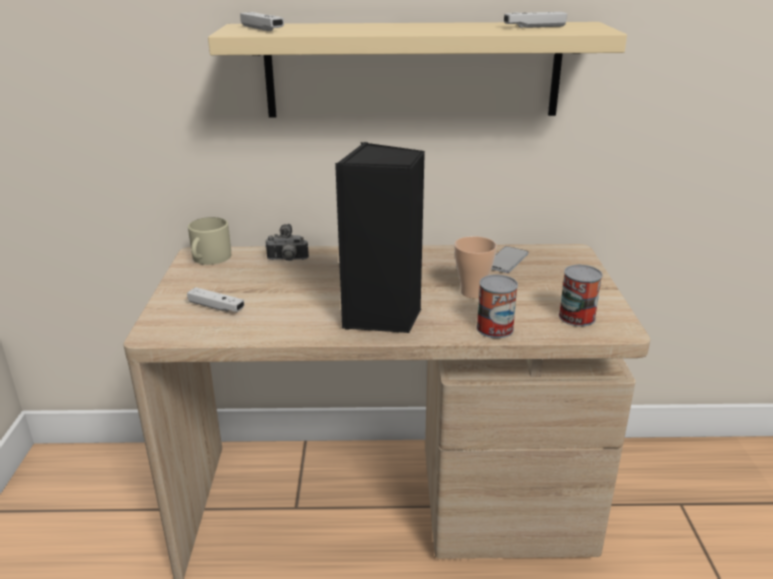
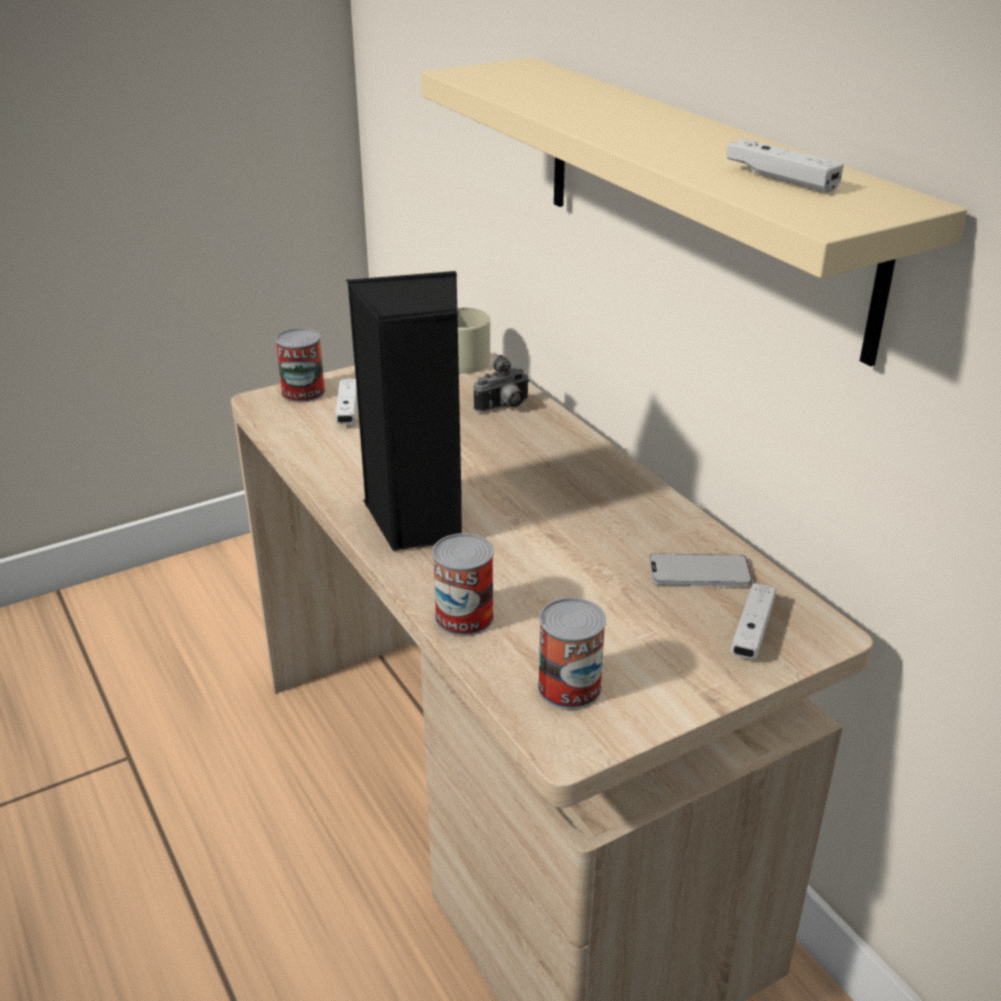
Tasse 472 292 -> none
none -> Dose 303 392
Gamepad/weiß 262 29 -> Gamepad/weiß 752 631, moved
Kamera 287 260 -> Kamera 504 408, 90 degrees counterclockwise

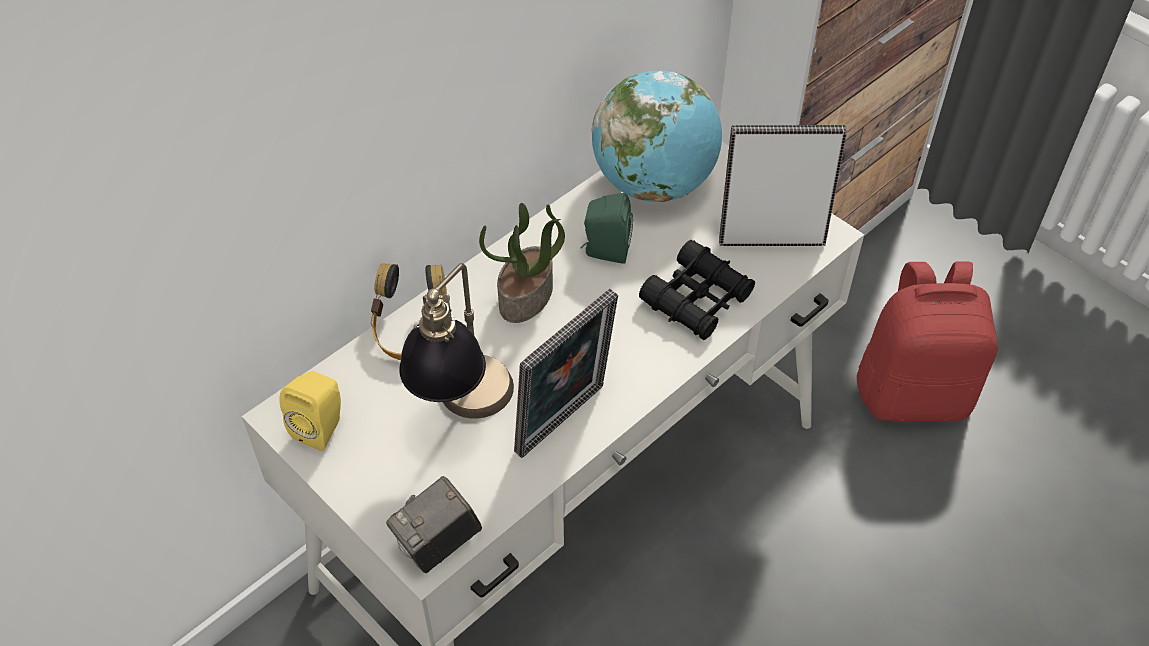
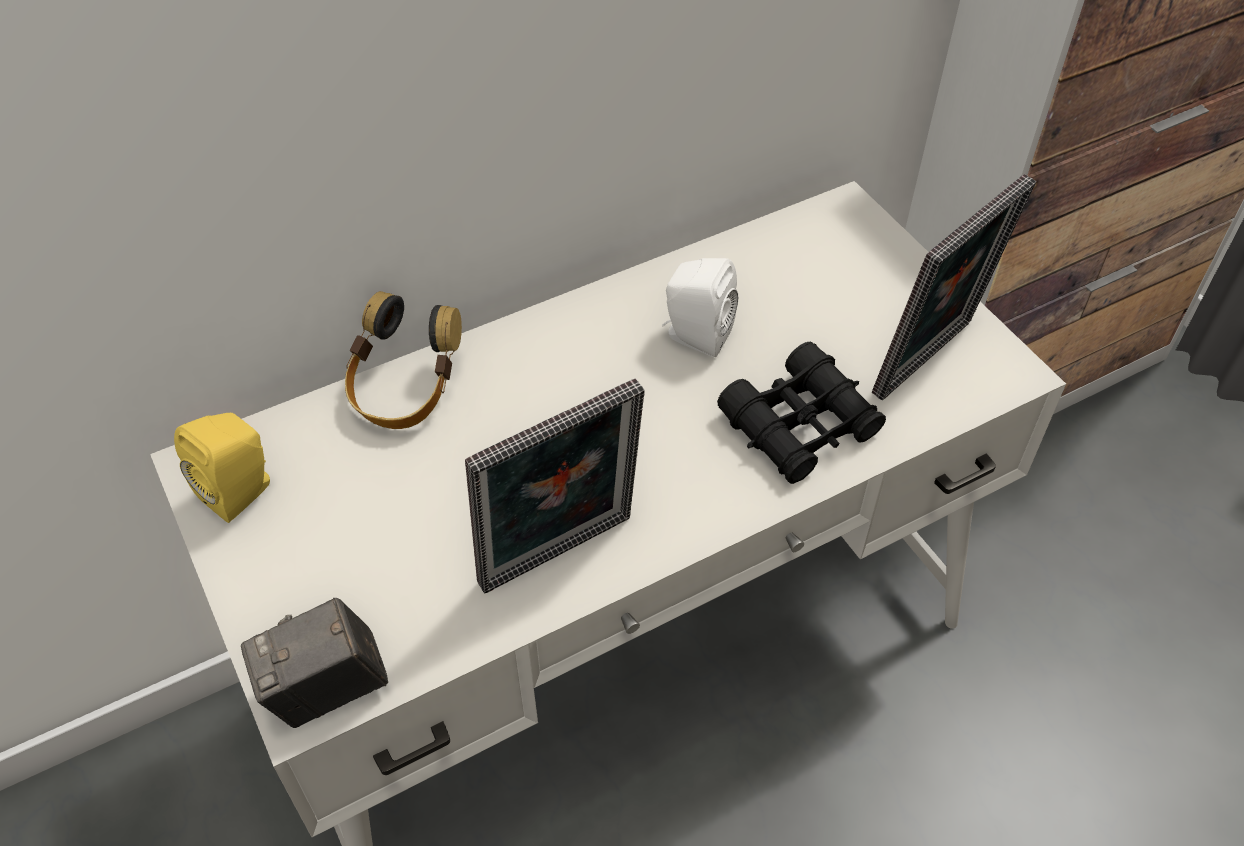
Tischlampe 464 414 -> none
Topfpflanze 526 297 -> none
Globus 654 184 -> none
Rucksack/rot 913 393 -> none
Lautsprecher/grün 605 251 -> Lautsprecher/weiß 695 336
Bilderrahmen 771 237 -> Bilderrahmen 929 362, 120 degrees clockwise

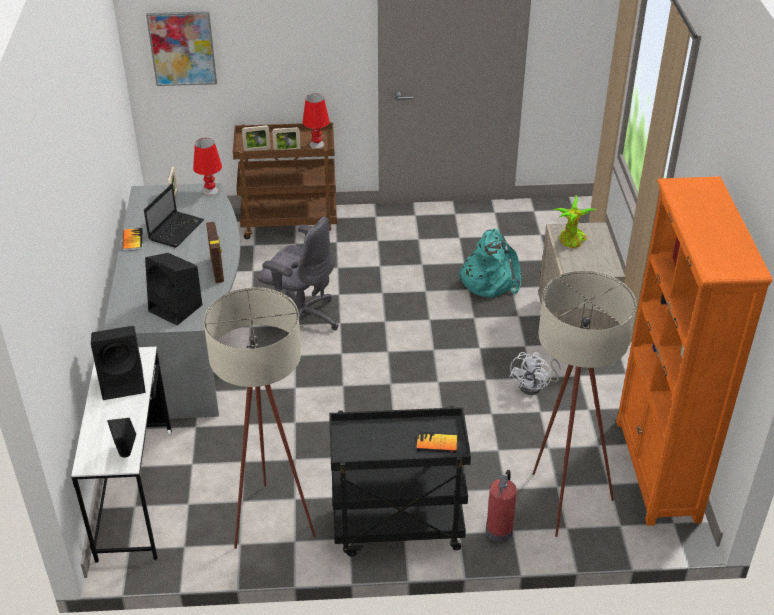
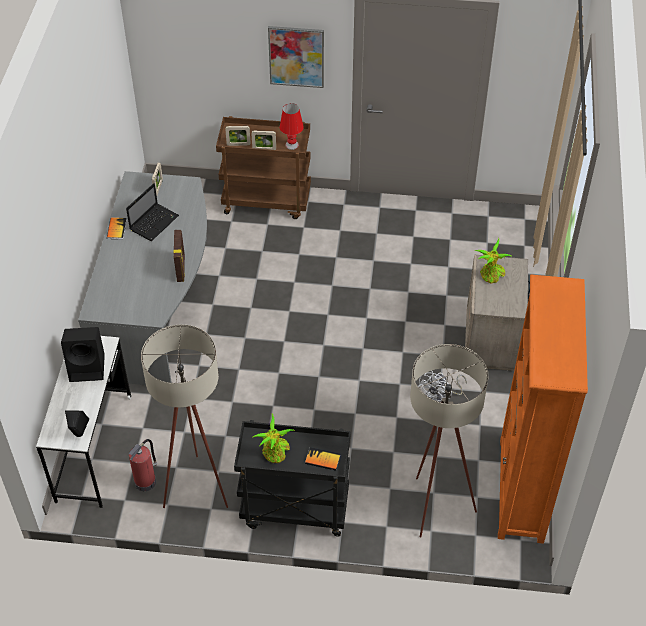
Lautsprecher/schwarz 177 308 -> none
Tischlampe/rot 210 191 -> none
Bürostuhl/grau 301 318 -> none
Rucksack/türkis 489 279 -> none
none -> Topfpflanze 275 453
Bild 182 48 -> Bild 296 56, moved
Feuerlöscher 499 530 -> Feuerlöscher 146 481, moved

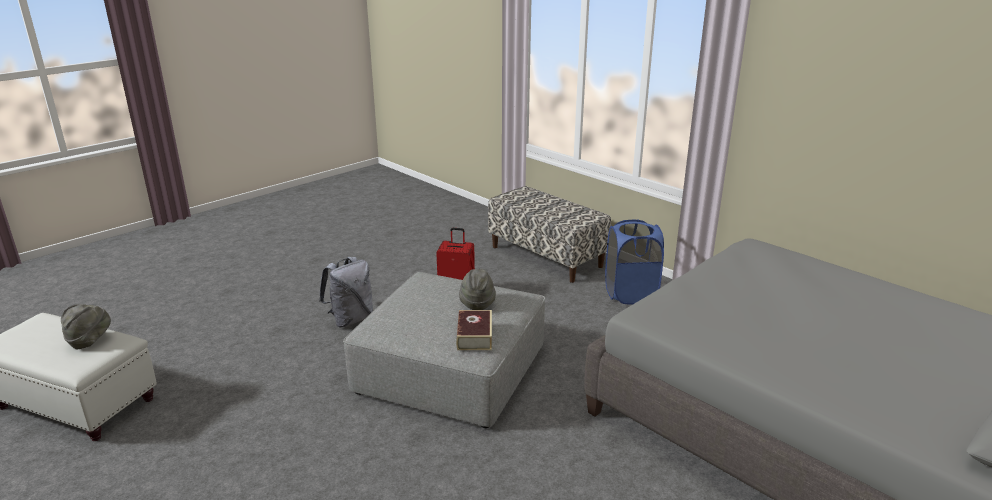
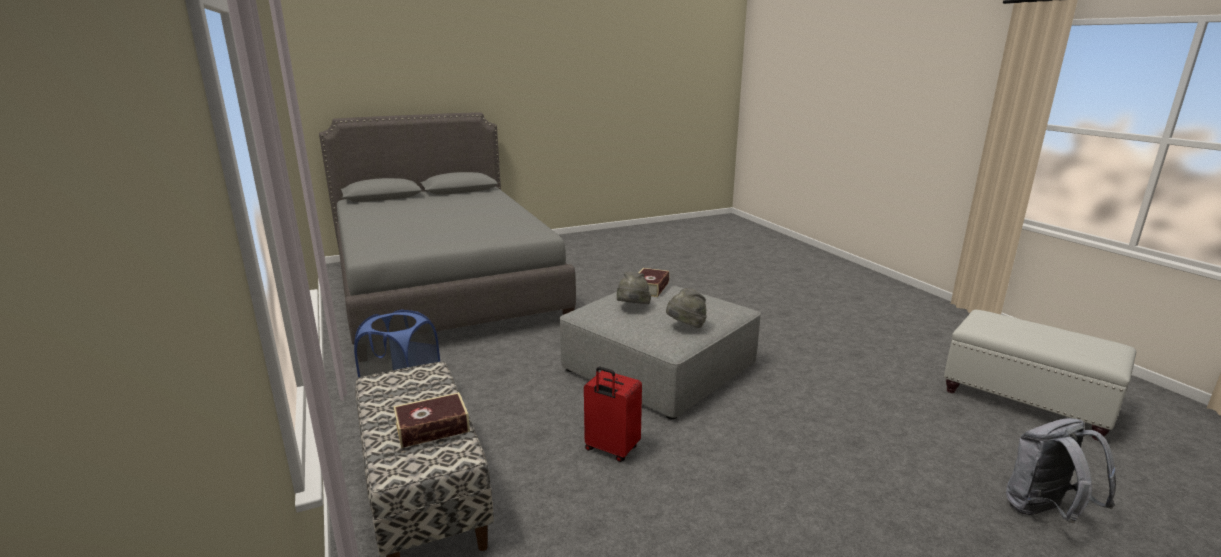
none -> Buch 432 428
Hut/grau 90 341 -> Hut/grau 686 327, moved
Rucksack/grau 351 319 -> Rucksack/grau 1044 512, moved

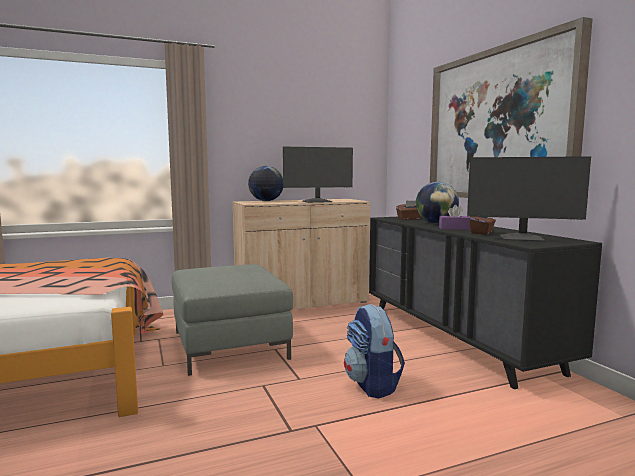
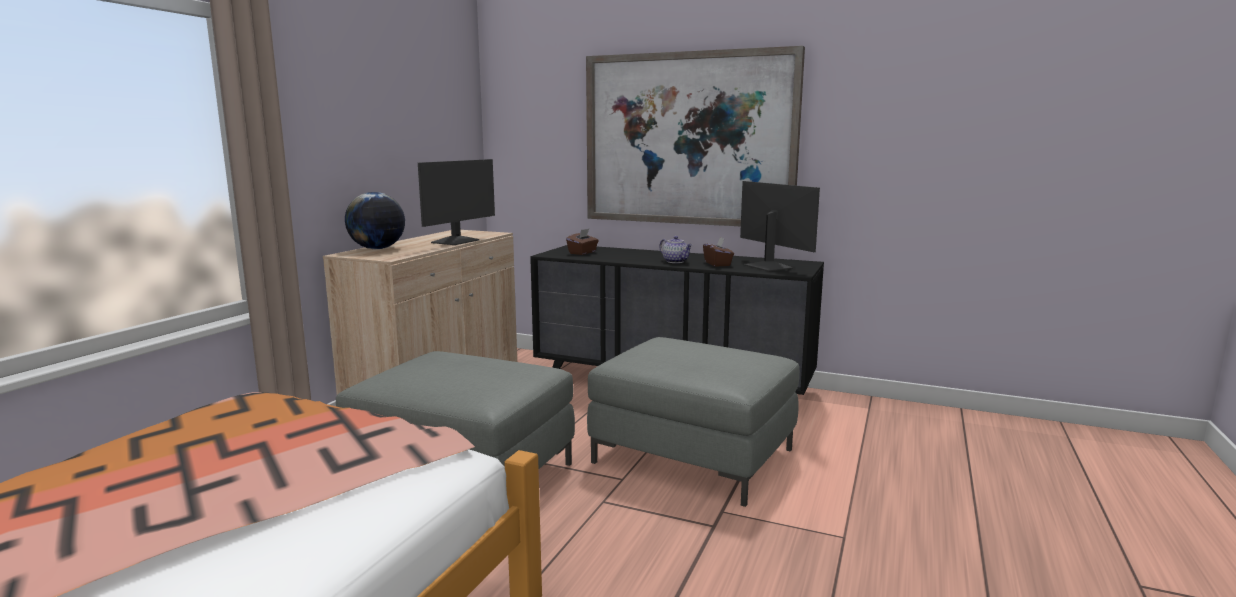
Globus 436 223 -> none
Rucksack 372 385 -> Polsterhocker/grau 693 456
Taschentuchbox/lila 454 228 -> Teekanne 676 261
Monitor 522 238 -> Monitor 768 266, 90 degrees counterclockwise

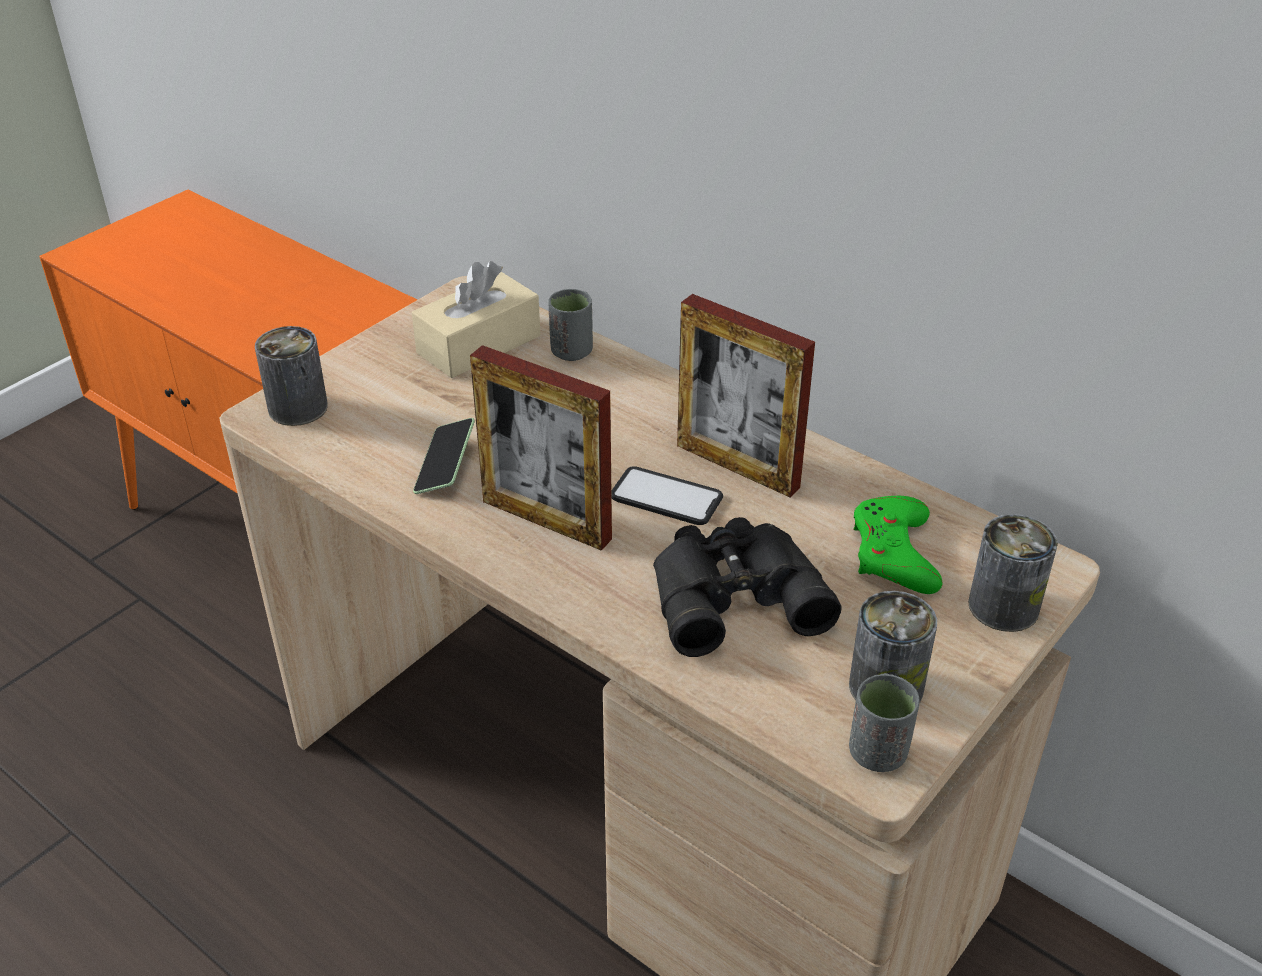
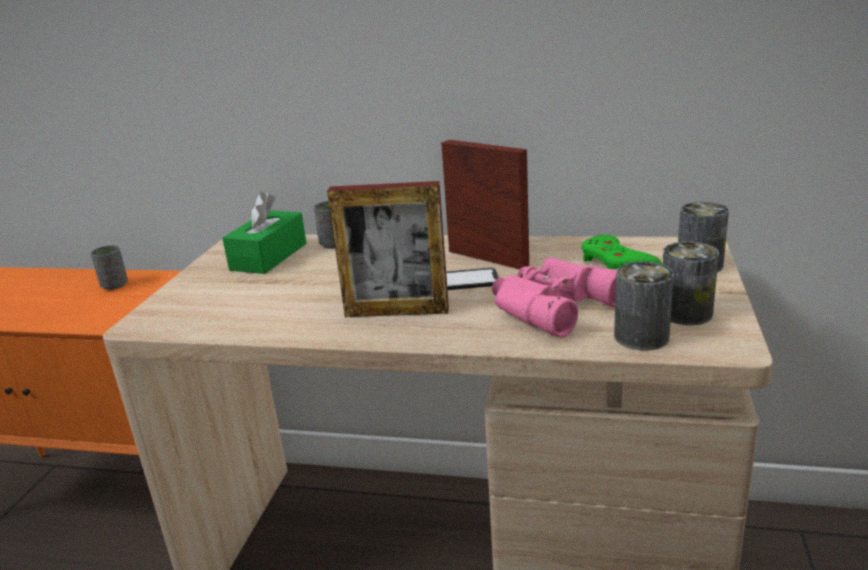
Handy 445 467 -> none
Dose 298 408 -> Dose 641 337, moved
Tasse/grau 878 753 -> Tasse/grau 114 285, moved
Taschentuchbox/beige 479 344 -> Taschentuchbox/grün 269 256
Fernglas/schwarz 732 593 -> Fernglas/rosa 549 305
Bilderrahmen 737 466 -> Bilderrahmen 487 258, 150 degrees counterclockwise

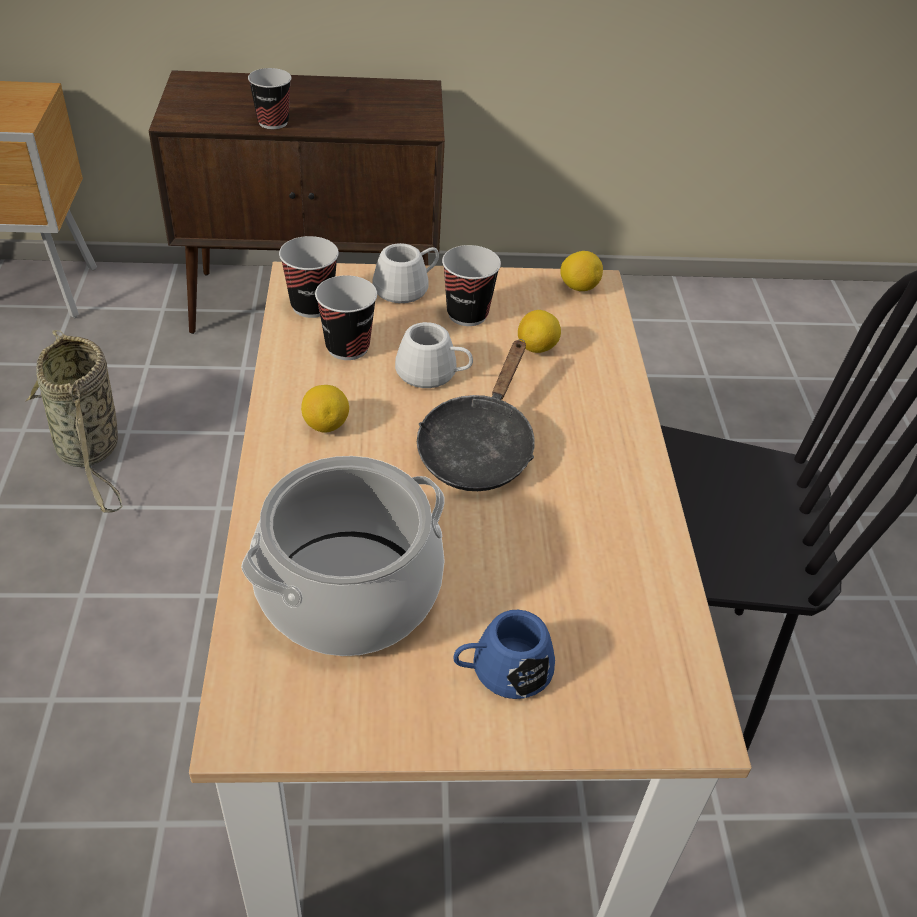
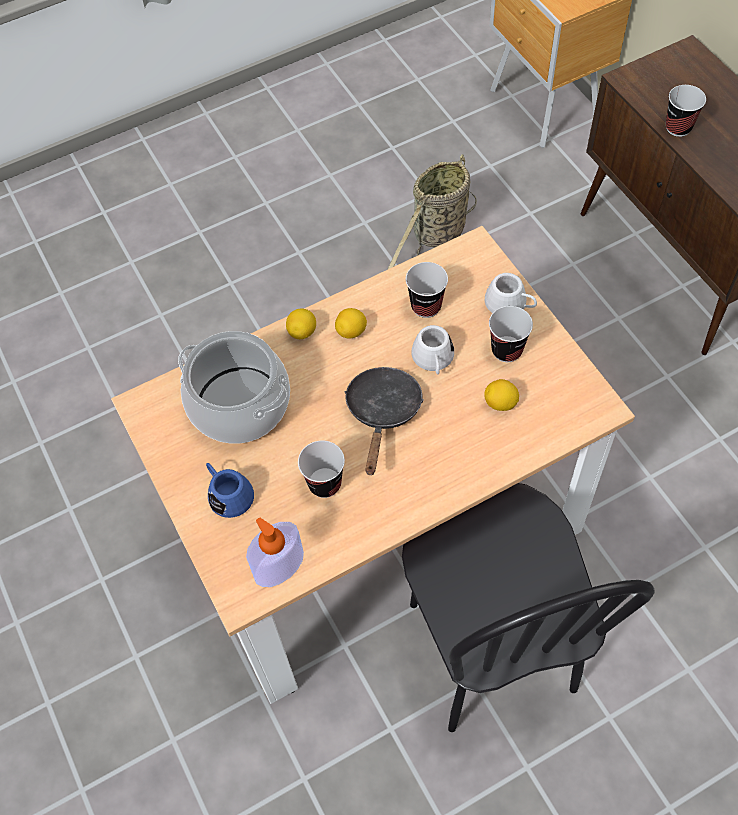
none -> Seifenspender 279 565
Tasse 312 306 -> Tasse 325 484, moved
Zitrone 578 287 -> Zitrone 302 332, moved
Pfanne/schwarz 478 447 -> Pfanne/schwarz 383 413, 105 degrees clockwise

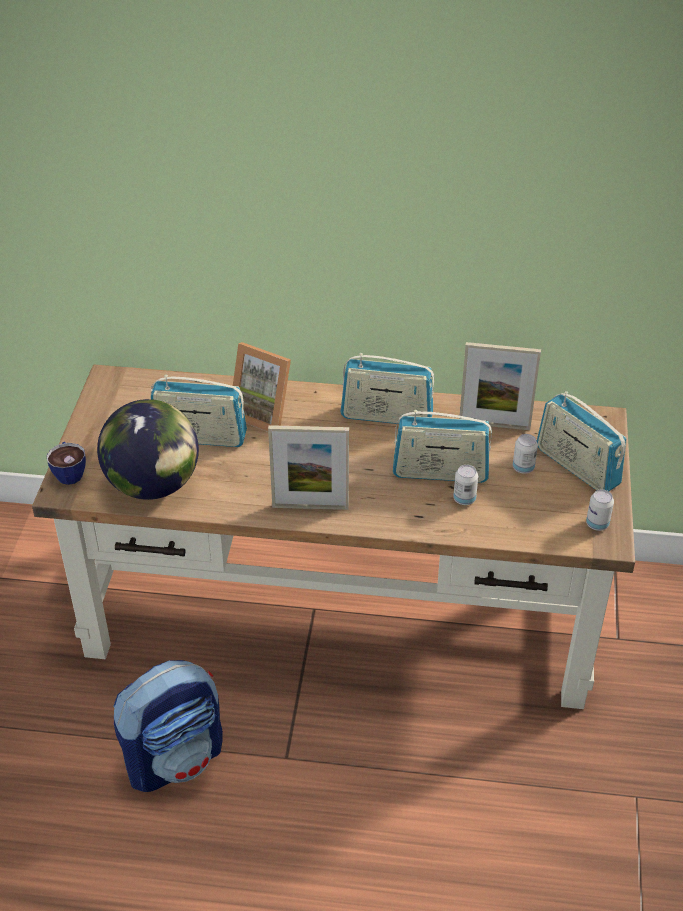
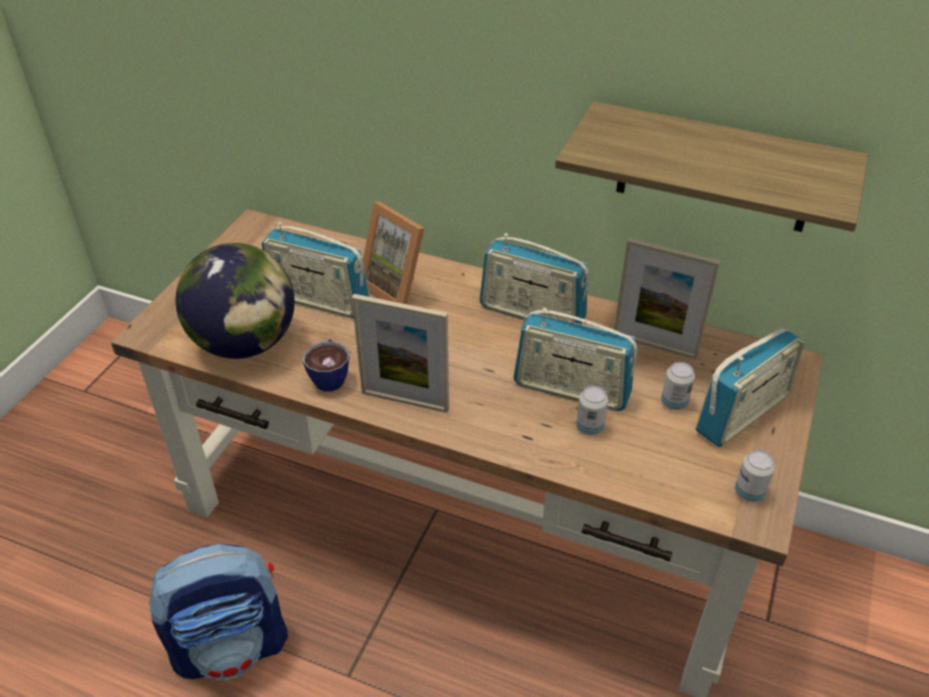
none -> Wandregal 715 169
Tasse 69 472 -> Tasse 330 376, moved
Radio 577 466 -> Radio 742 414, 105 degrees counterclockwise

